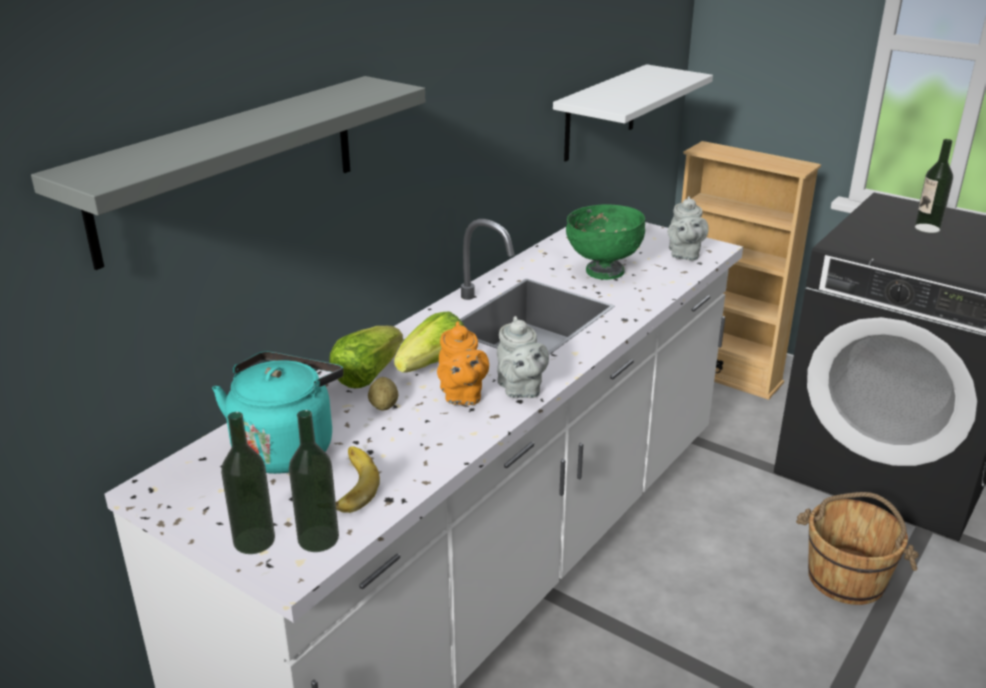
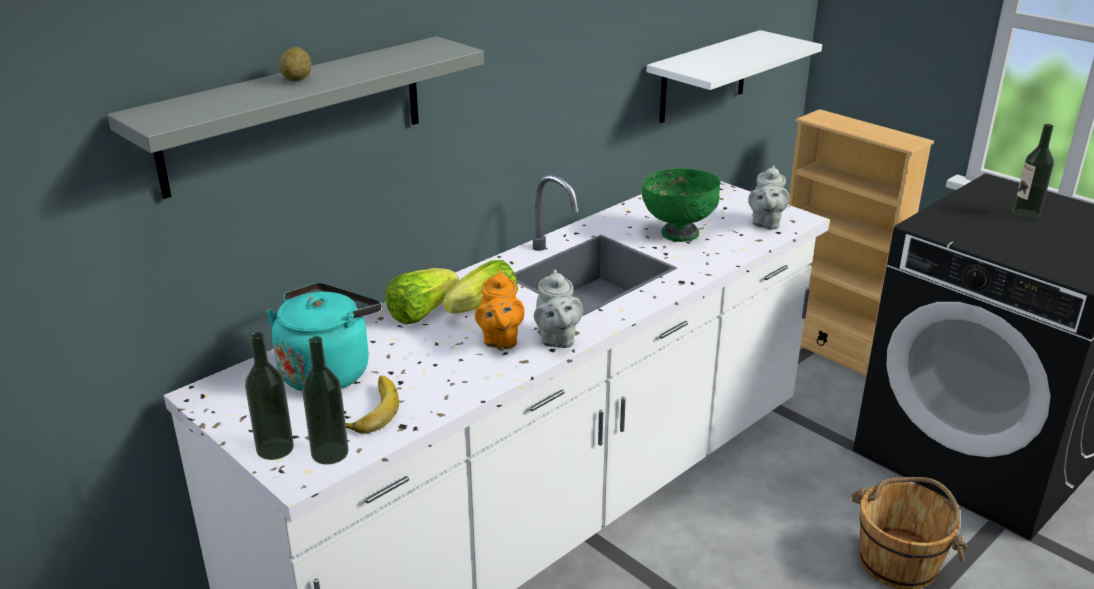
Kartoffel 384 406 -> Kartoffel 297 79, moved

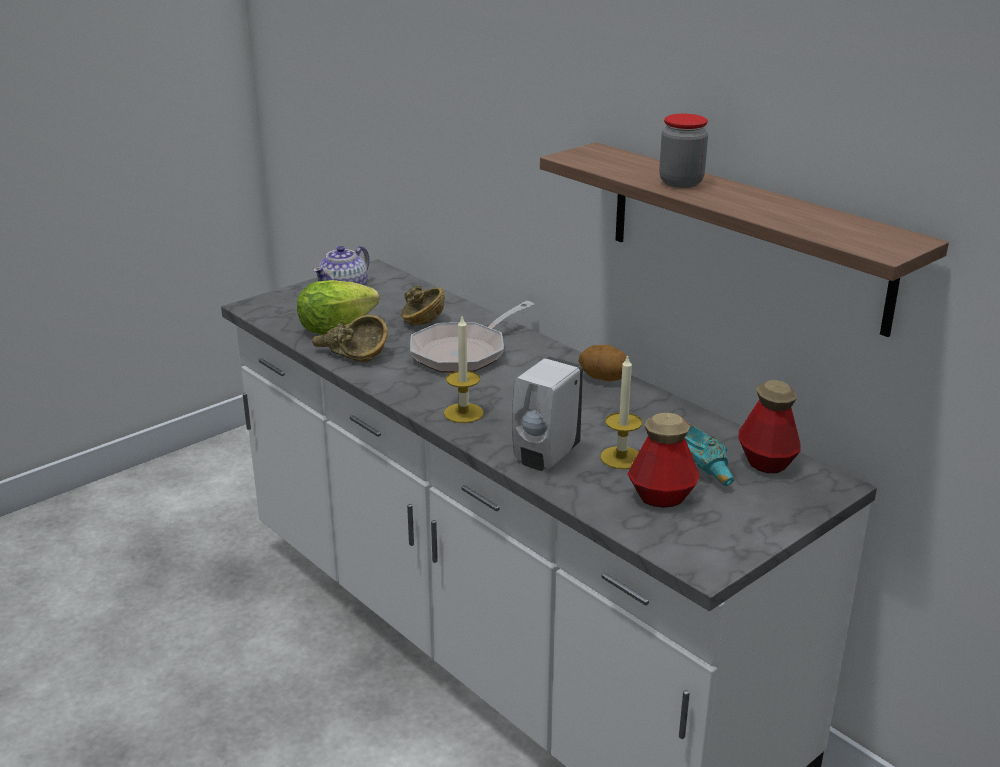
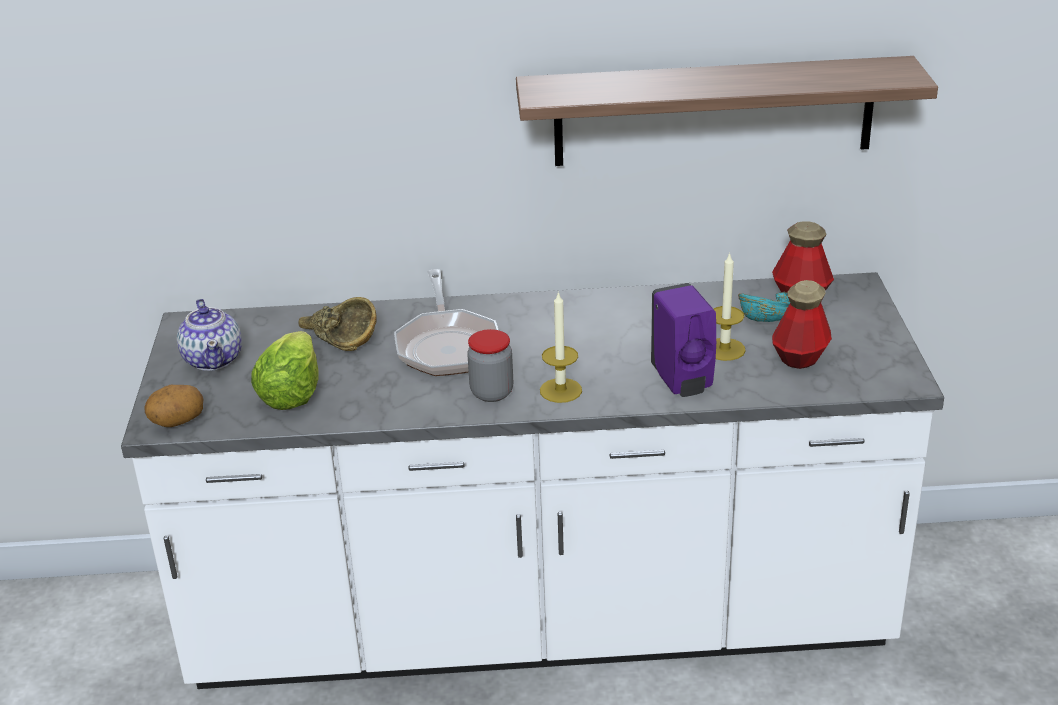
Schüssel/braun 350 355 -> none
Kartoffel 603 378 -> Kartoffel 177 422, moved
Vorratsglas 681 182 -> Vorratsglas 492 393, moved
Seifenspender/weiß 545 457 -> Seifenspender/lila 682 382

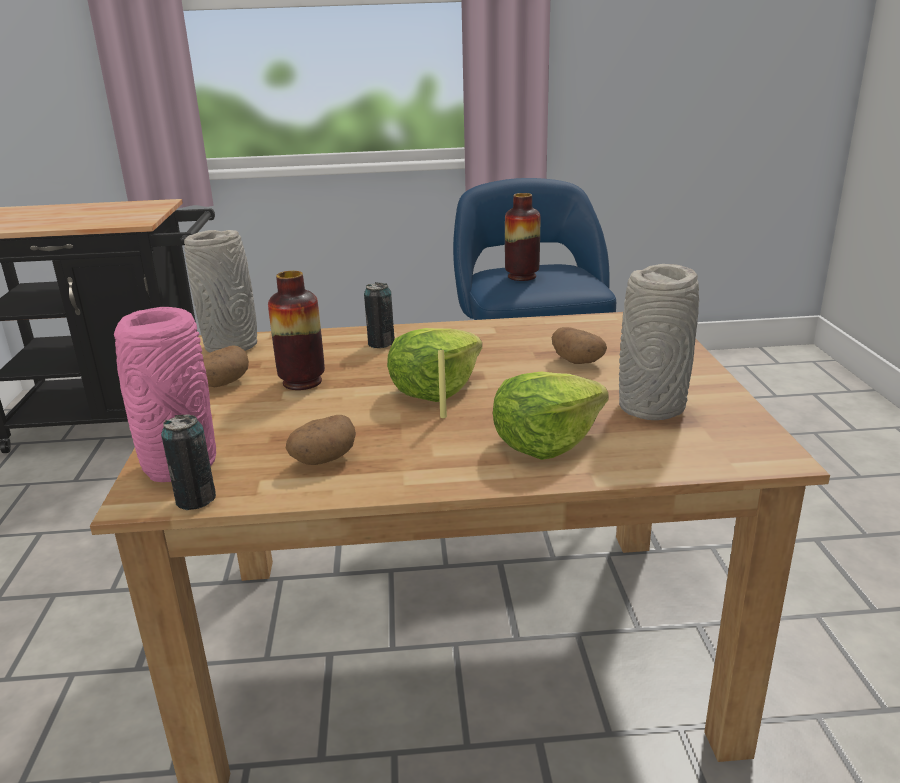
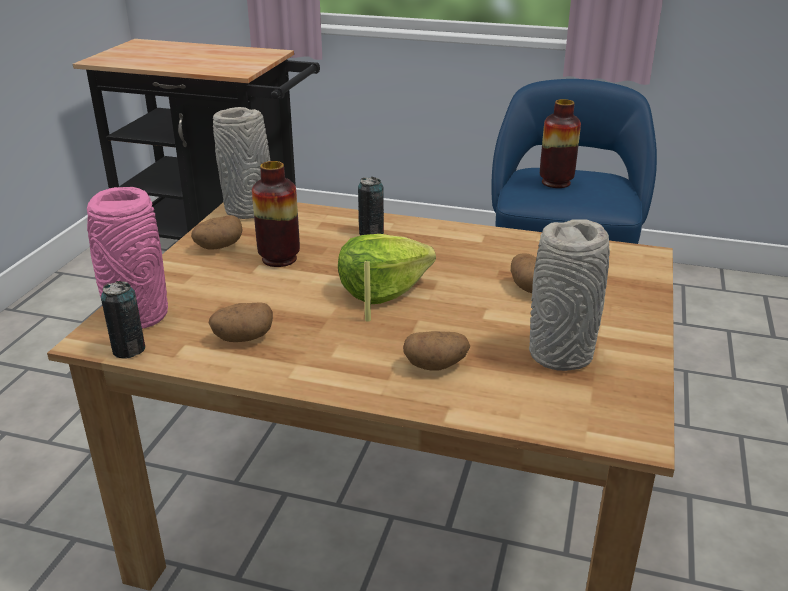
Salatkopf 546 441 -> Kartoffel 436 366

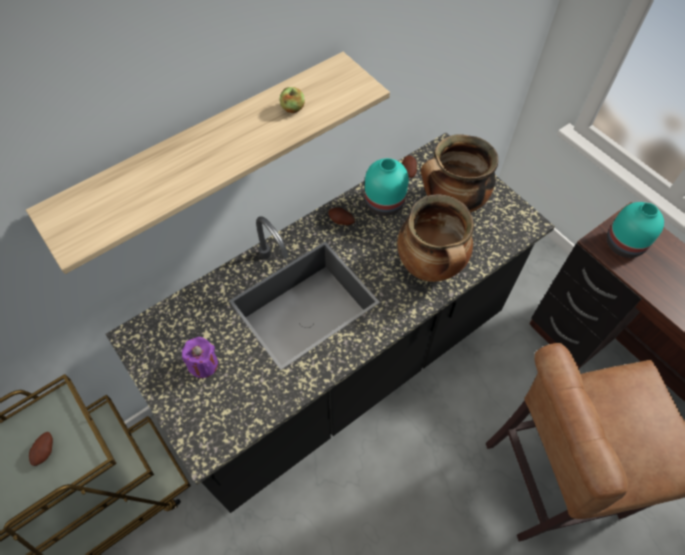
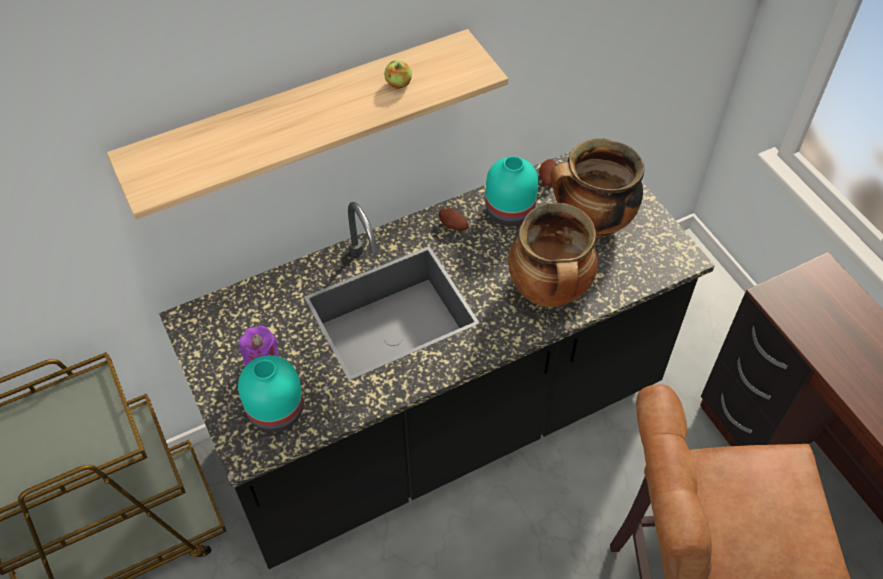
Kartoffel 46 451 -> none
Vase/türkis 623 245 -> Vase/türkis 275 412, moved

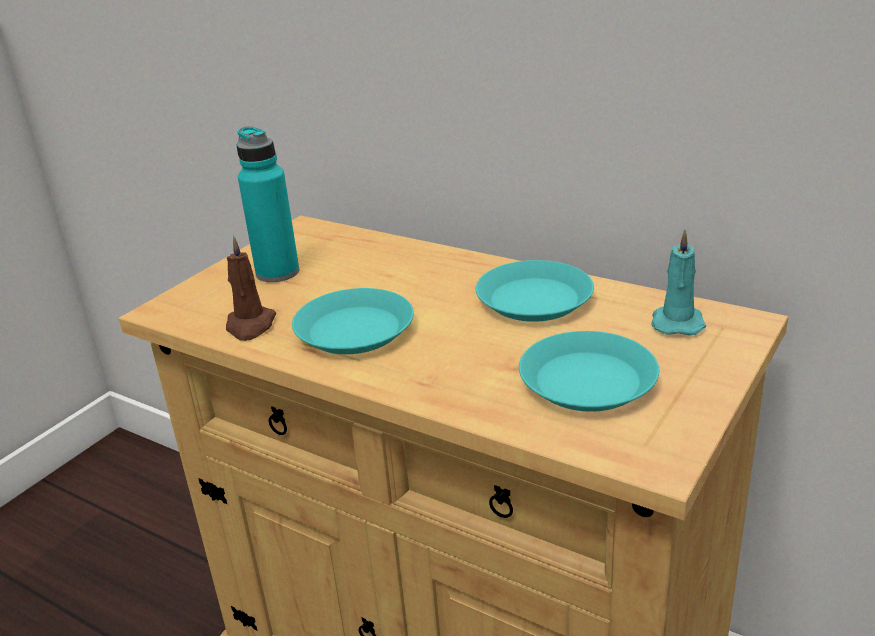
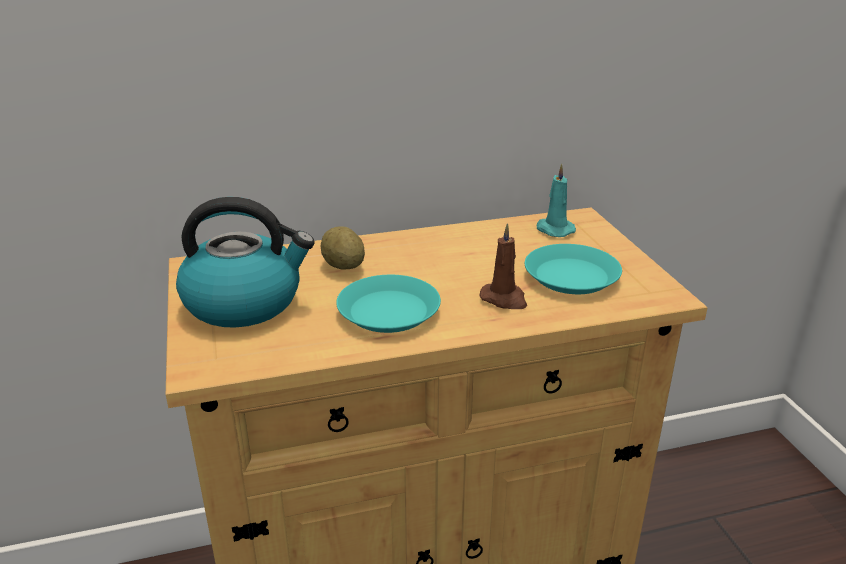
Teller/türkis 534 300 -> none
none -> Kartoffel 343 266
Kerze/braun 250 326 -> Kerze/braun 504 299, moved
Flasche/türkis 277 272 -> Wasserkessel 245 302

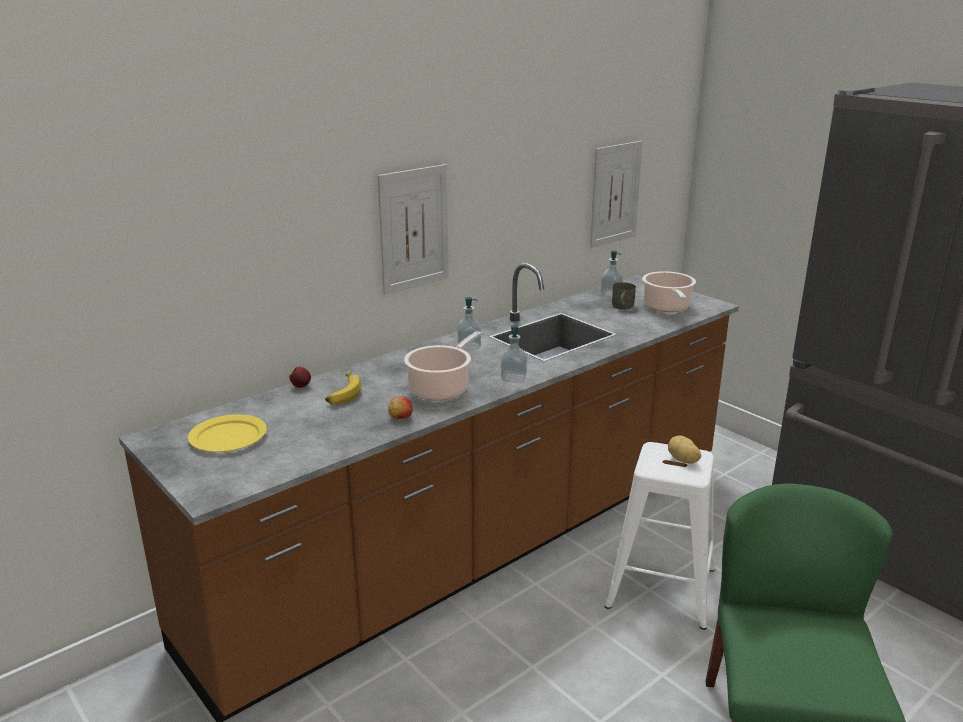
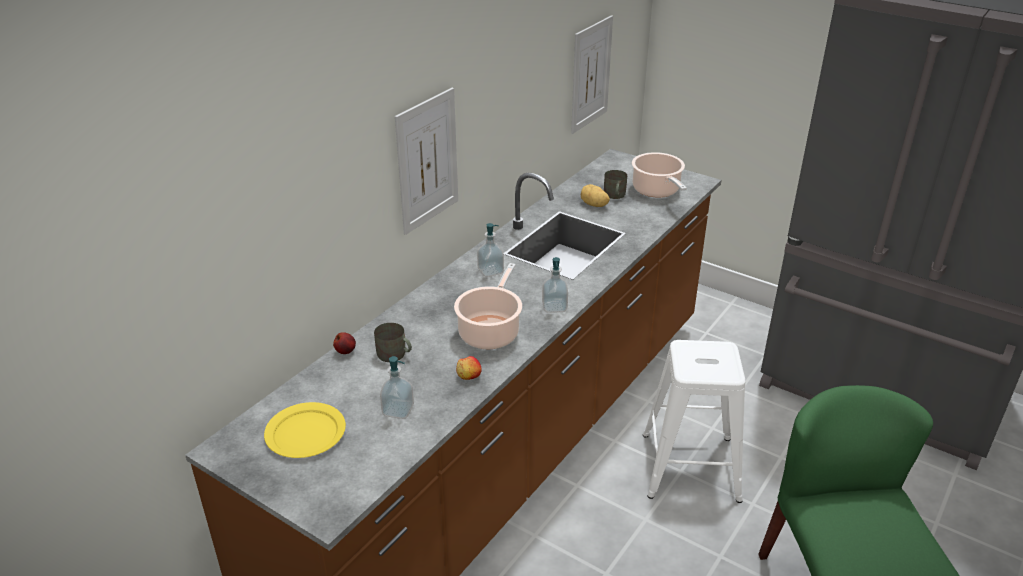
Seifenspender 611 294 -> Seifenspender 398 410, moved
Kartoffel 683 460 -> Kartoffel 594 205, moved
Banane 343 394 -> Henkelbecher/grau 394 355

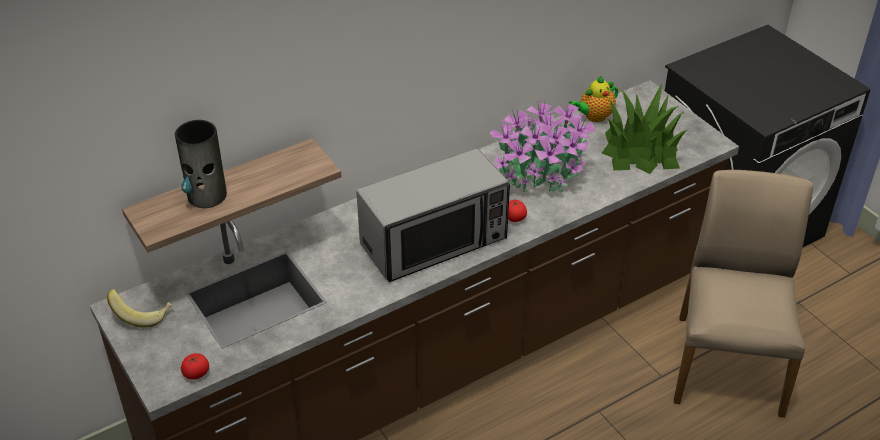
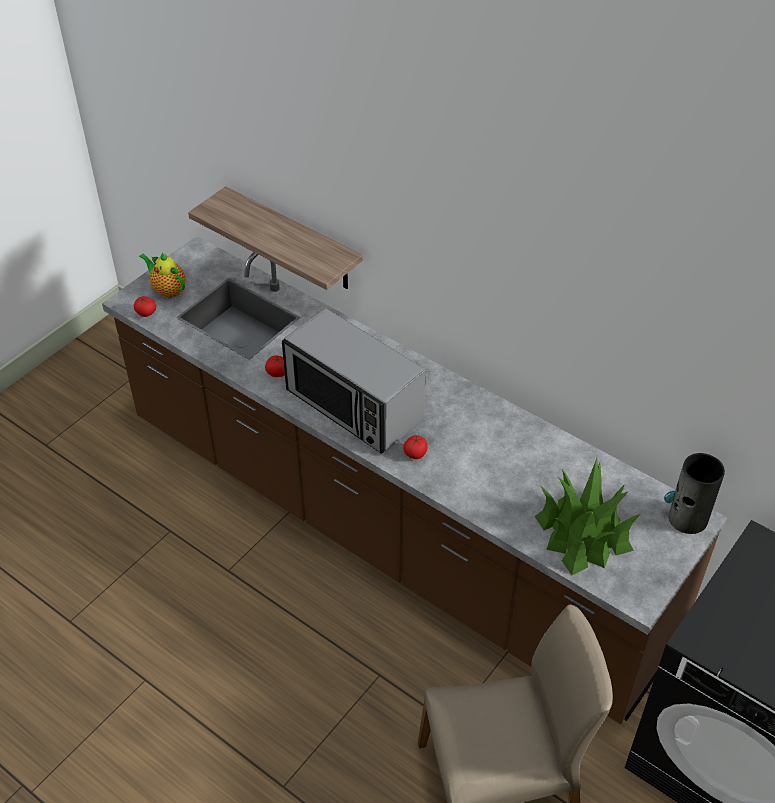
Banane 143 315 -> none
Topfpflanze 540 172 -> none
none -> Tomate 277 373
Vase 207 195 -> Vase 687 518, moved
Teekanne 594 117 -> Teekanne 167 289, moved

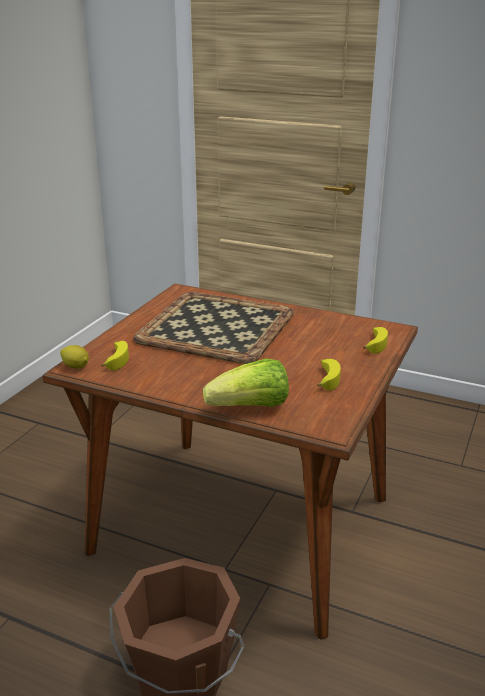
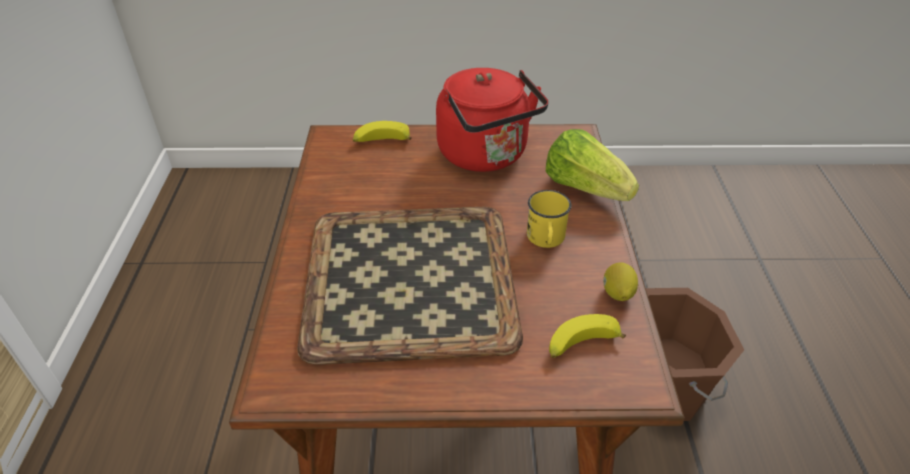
none -> Henkelbecher/gelb 546 240
Zitrone 76 367 -> Zitrone 617 294, moved
Banane 326 378 -> Wasserkessel/rot 486 156

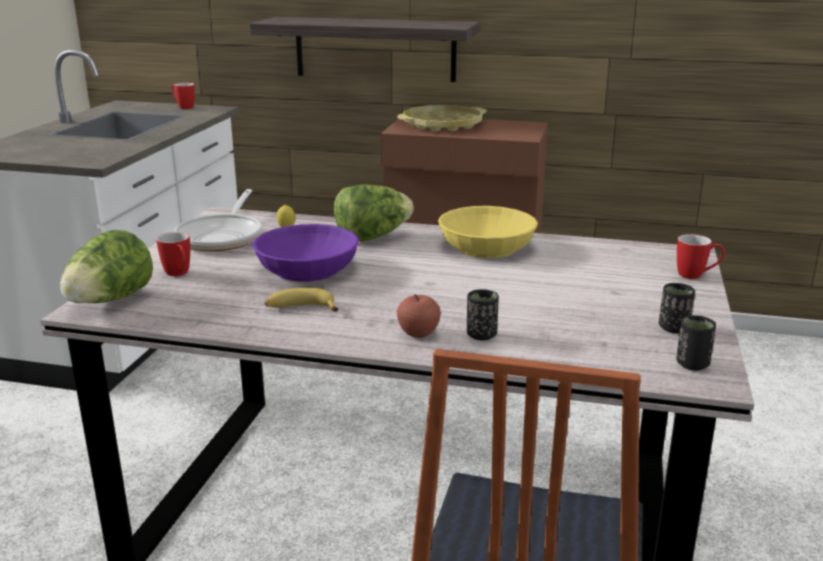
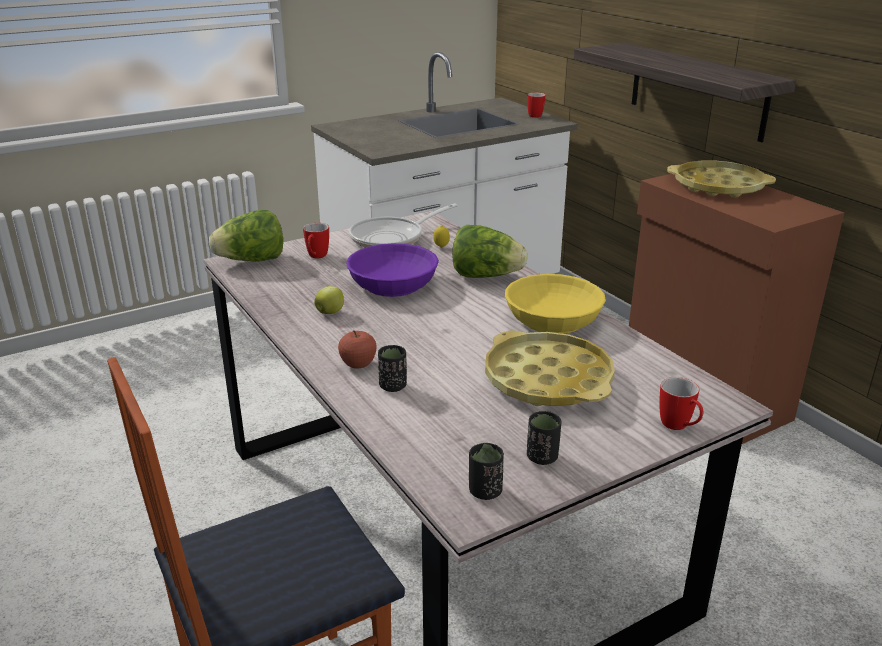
none -> Tablett/gelb 548 379
Banane 301 309 -> Apfel 330 312

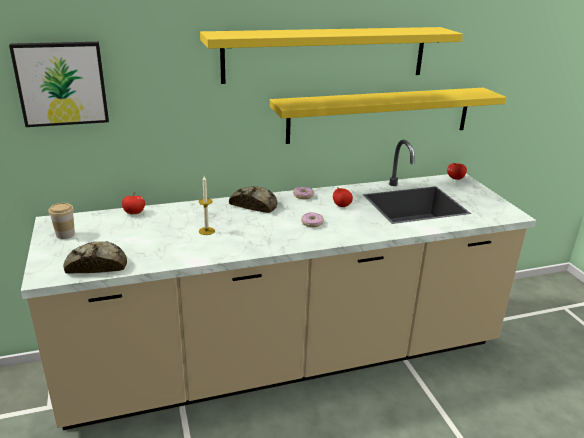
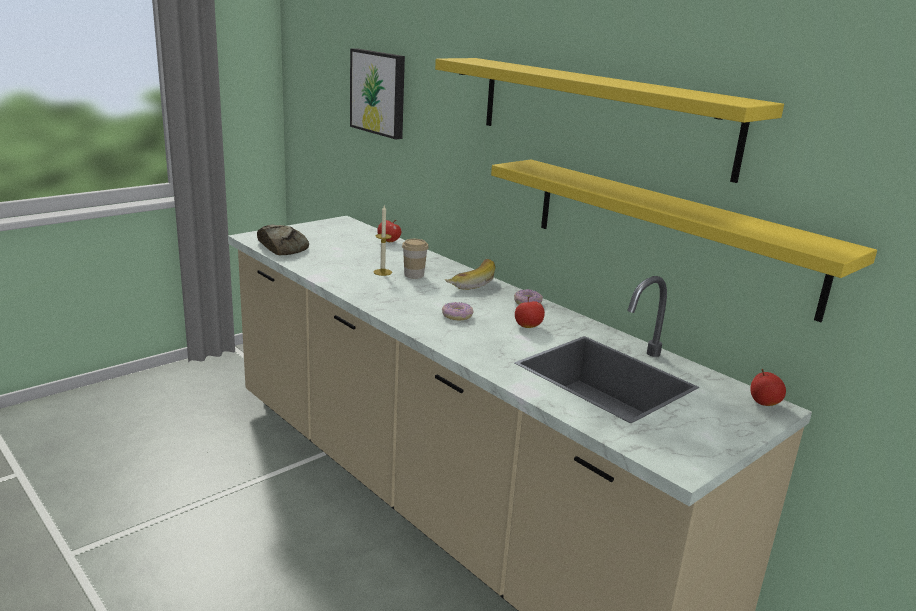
Tasse 65 234 -> Tasse 414 275, moved
Brot 254 204 -> Banane 469 282

